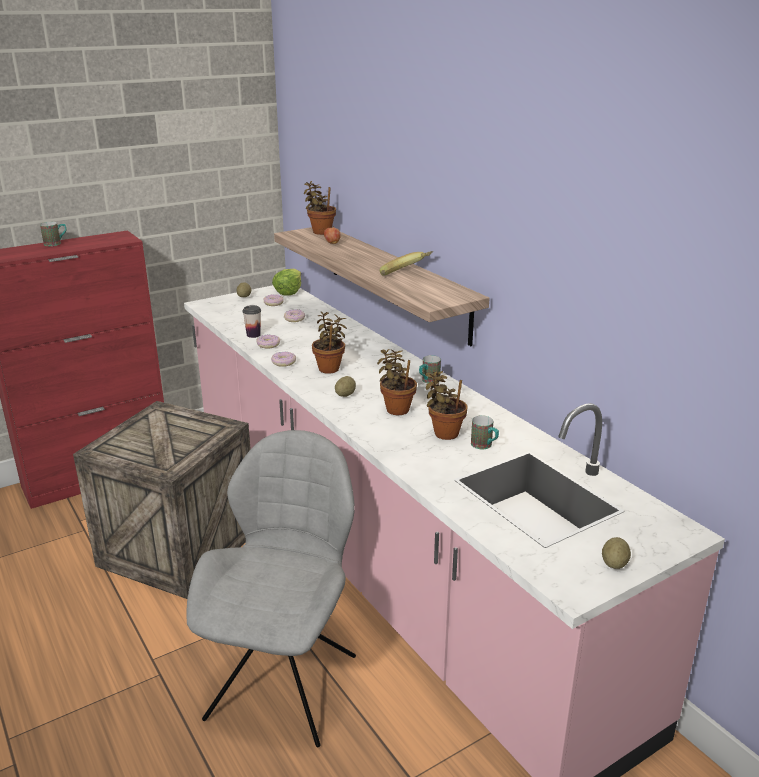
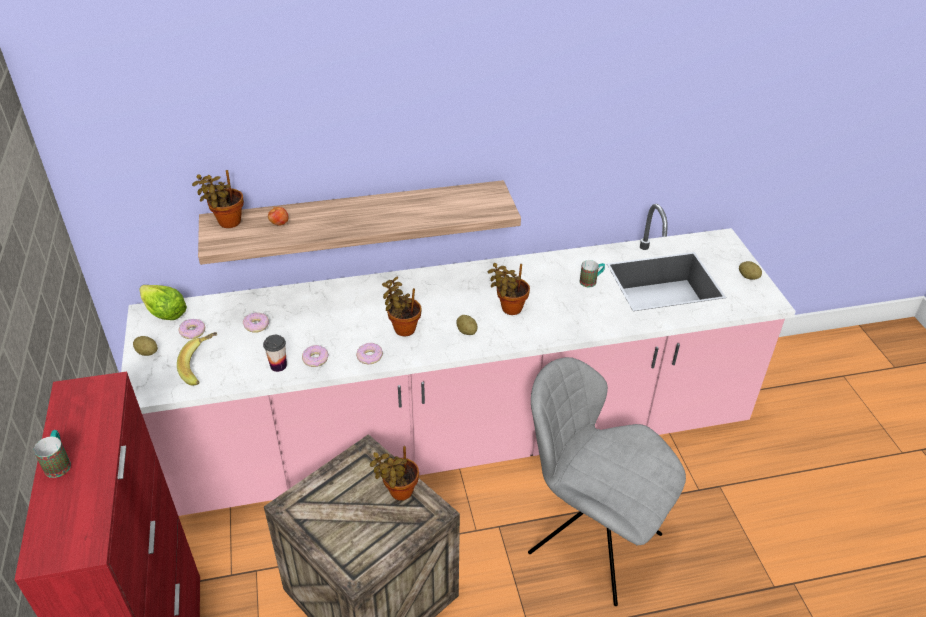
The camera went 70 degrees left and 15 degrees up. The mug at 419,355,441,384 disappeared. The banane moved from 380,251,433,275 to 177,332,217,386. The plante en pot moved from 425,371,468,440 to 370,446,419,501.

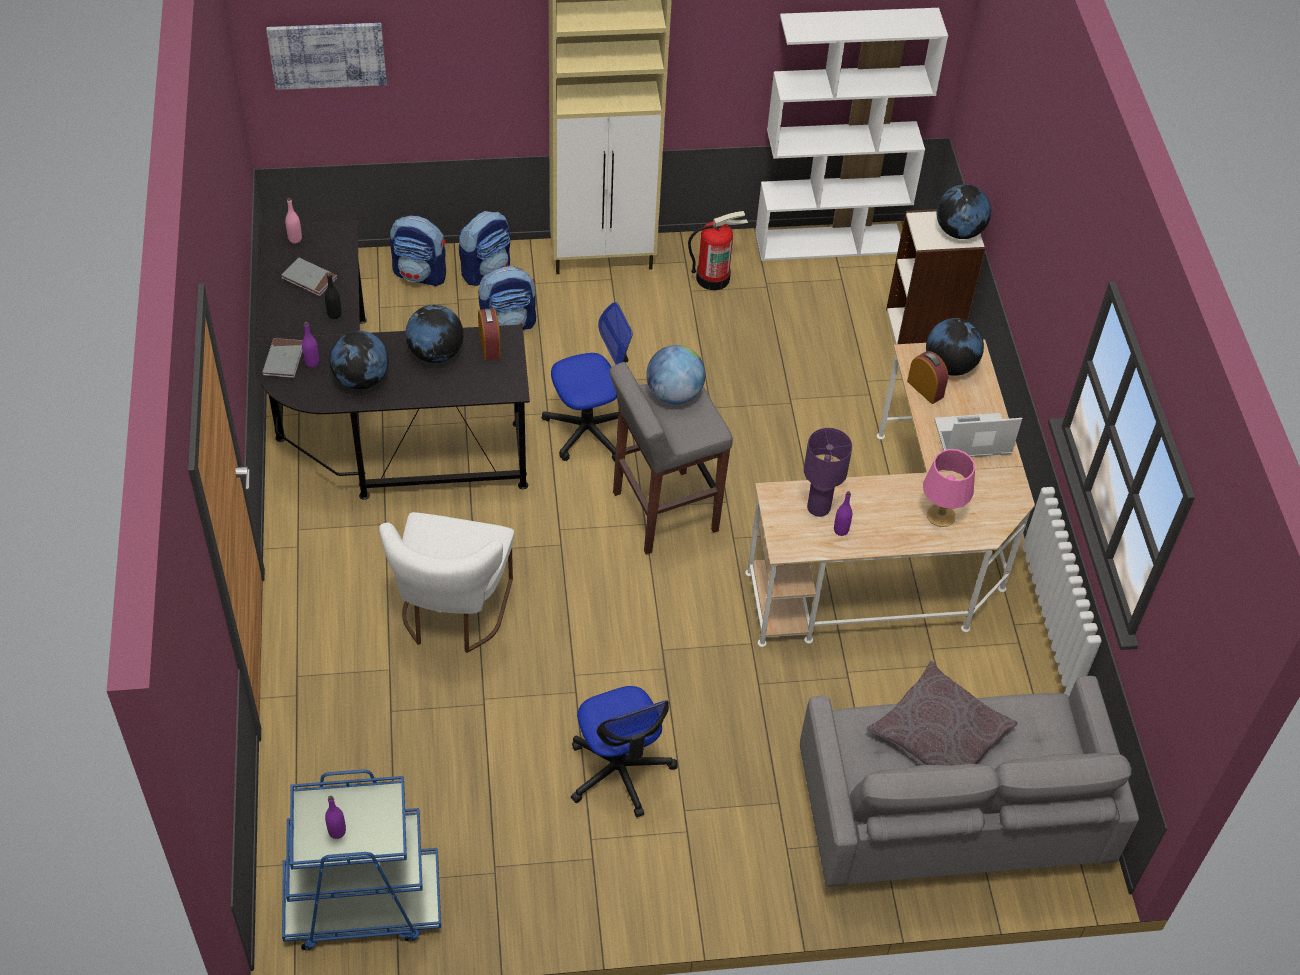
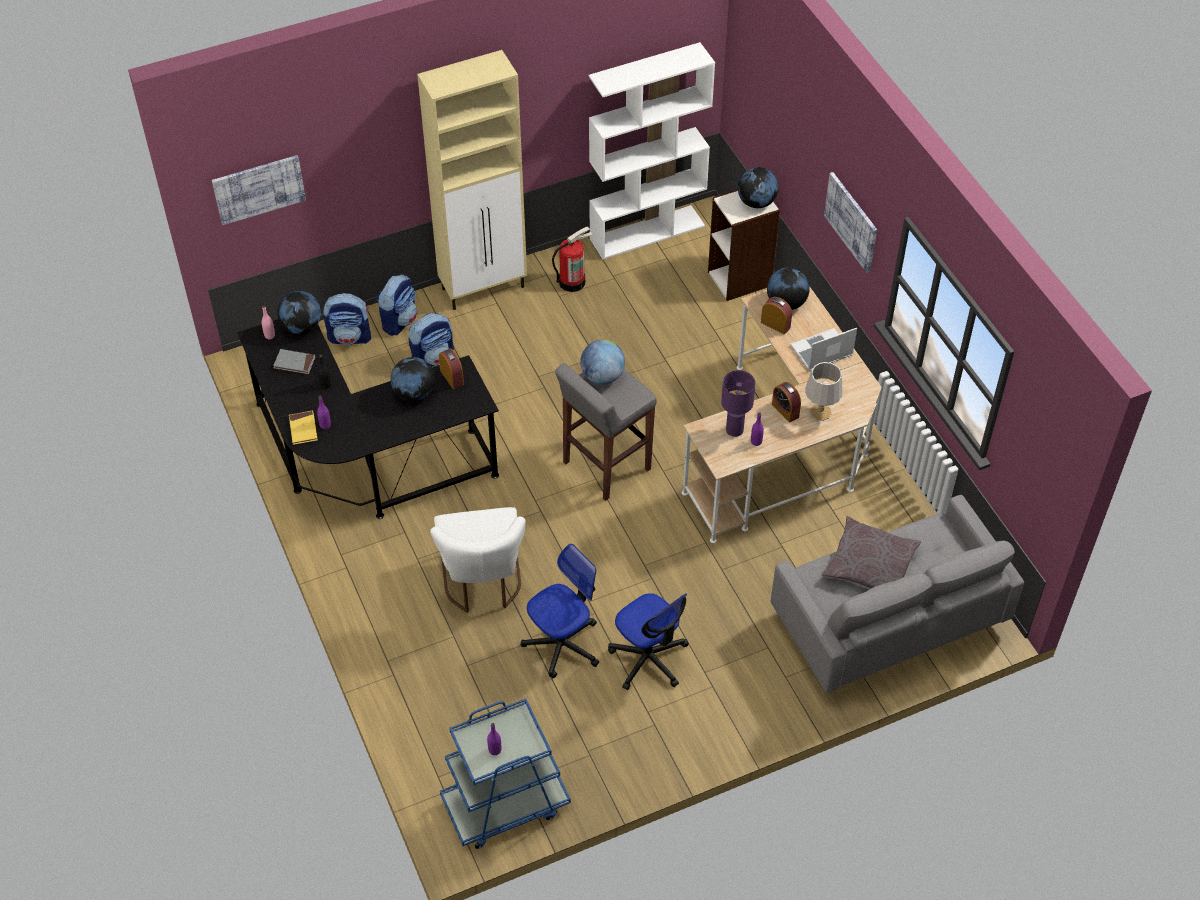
The camera went 15 degrees left and 0 degrees up. The réveil at 772,382,801,423 appeared. The tableau at 824,172,877,273 appeared. The globe moved from 329,331,389,389 to 277,291,321,334. The chaise de bureau moved from 542,302,633,462 to 520,544,599,678. The livre/gris at 262,338,303,378 became the livre/jaune at 289,410,318,445. The lampe de table/rose at 923,449,975,527 became the lampe de table/gris at 805,362,843,421.

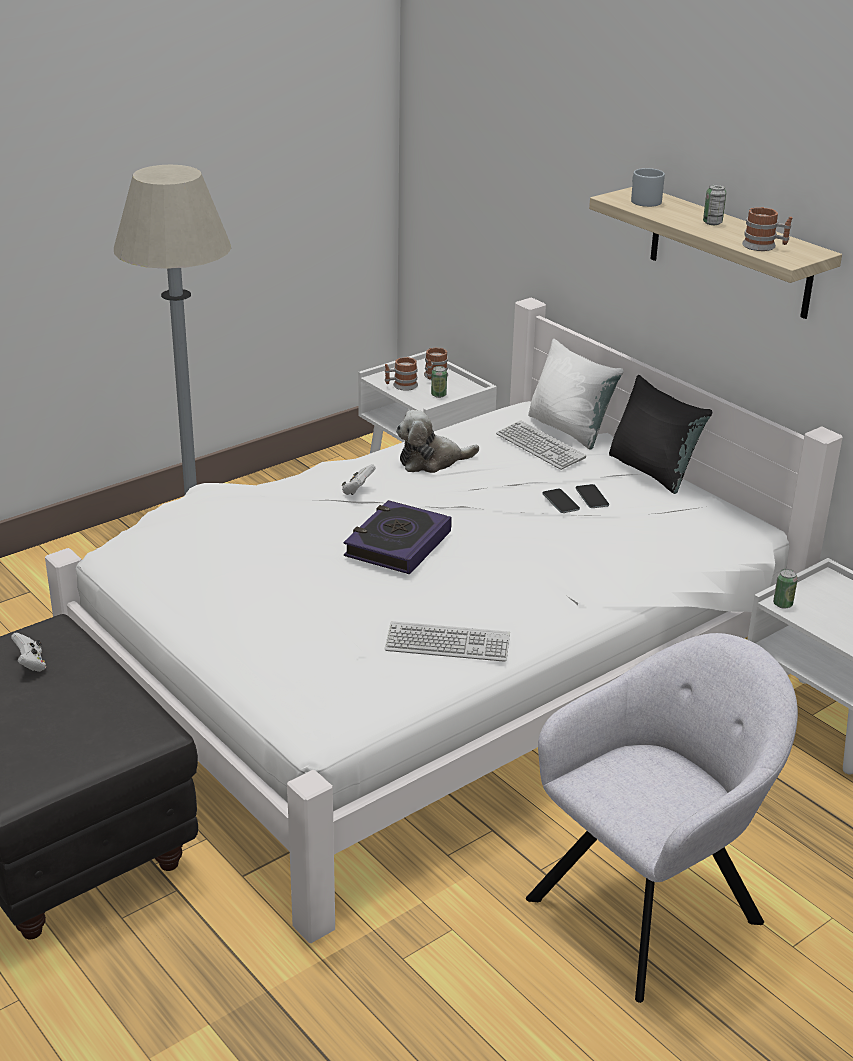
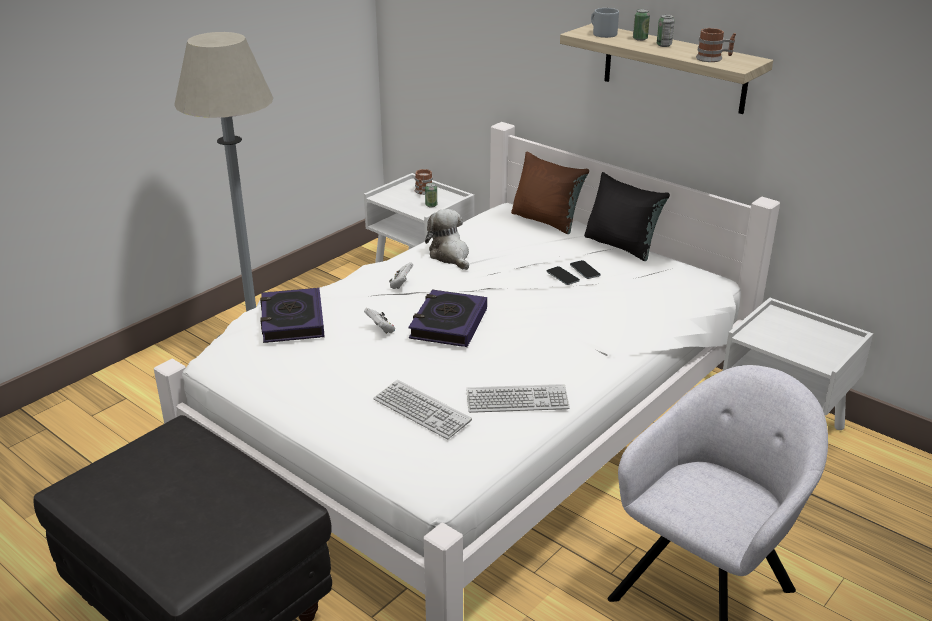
The camera went 10 degrees left and 0 degrees up. The mug at 385,357,418,391 disappeared. The livre at 260,288,325,343 appeared. The manette/blanc moved from 11,633,46,672 to 364,308,395,333. The clavier moved from 496,420,586,470 to 373,380,472,439. The boîte métallique moved from 773,569,798,609 to 633,9,650,41. The coussin/blanc at 528,339,624,450 became the coussin/marron at 511,151,589,234. The peluche at 396,410,479,473 turned 90 degrees clockwise.

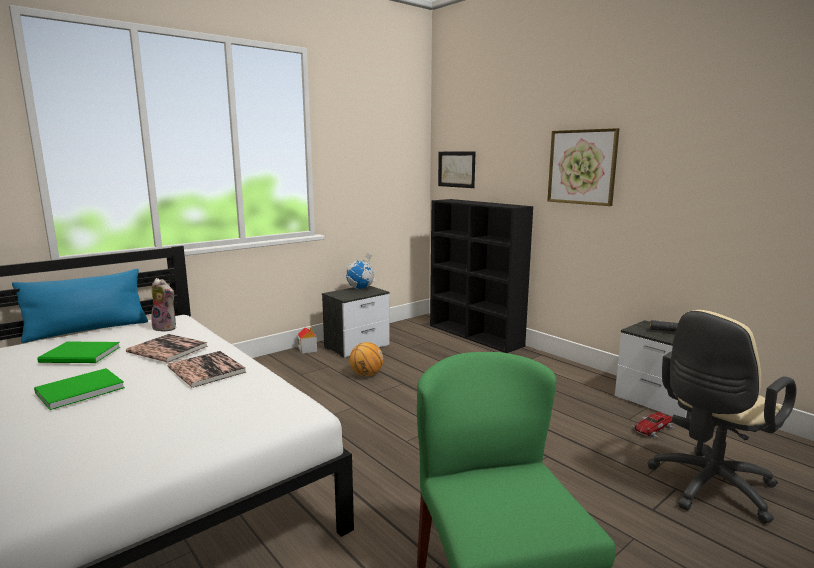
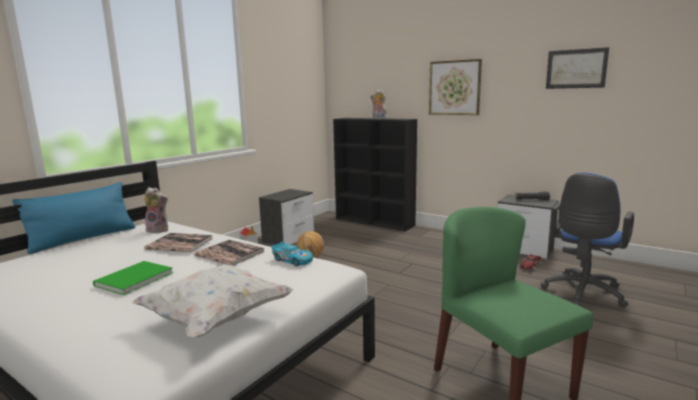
The camera went 15 degrees left and 0 degrees up. The livre/vert at 37,342,120,363 disappeared. The globe at 346,252,375,289 disappeared. The coussin/blanc at 132,265,294,337 appeared. The petite voiture at 271,241,313,266 appeared. The peluche at 371,89,387,119 appeared. The tableau moved from 438,151,476,188 to 546,47,609,89. The chaise de bureau/beige at 647,310,796,524 became the chaise de bureau/bleu at 540,173,634,308.

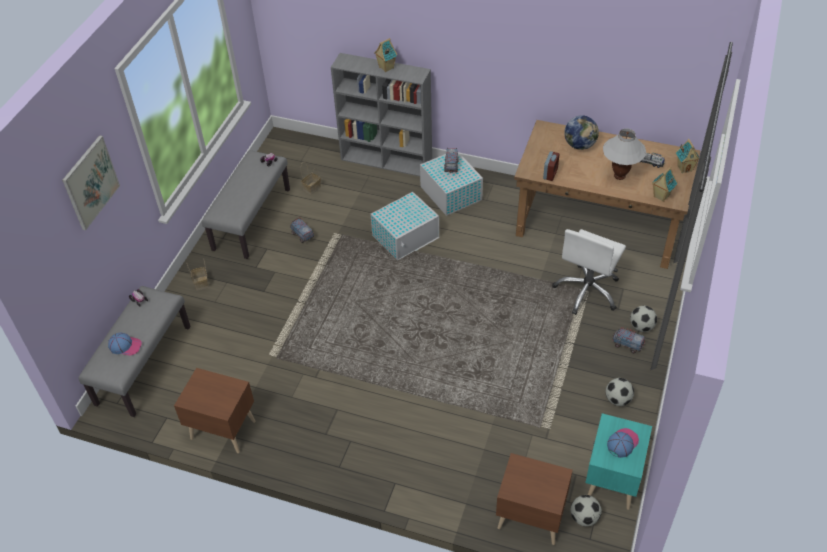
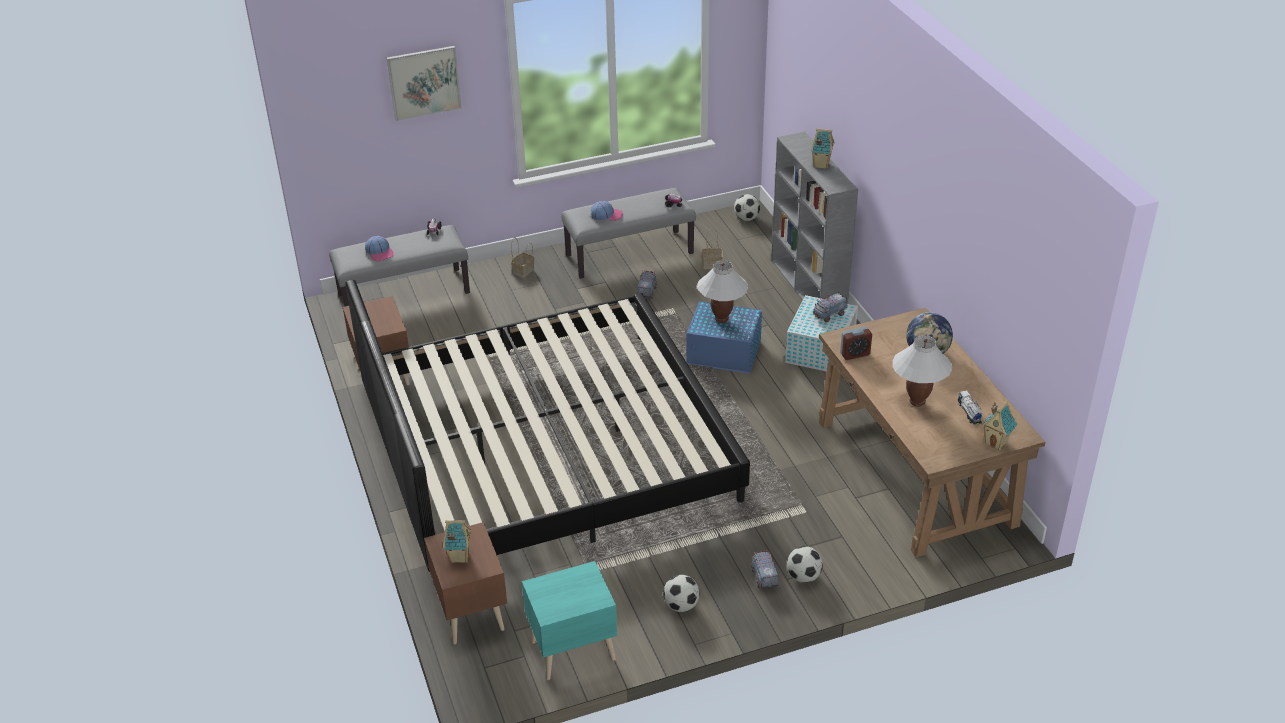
The camera went 50 degrees right and 10 degrees down. The chaise de bureau/blanc at 552,229,626,315 disappeared. The lit at 345,280,750,586 appeared. The lampe de table/blanc at 697,260,748,323 appeared. The ballon de foot moved from 570,495,602,527 to 734,194,760,221. The casquette moved from 607,428,639,458 to 591,201,623,221. The maison miniature moved from 652,167,678,202 to 443,520,472,563. The boîte de rangement/blanc at 370,192,439,261 became the boîte de rangement/bleu at 686,301,762,374.

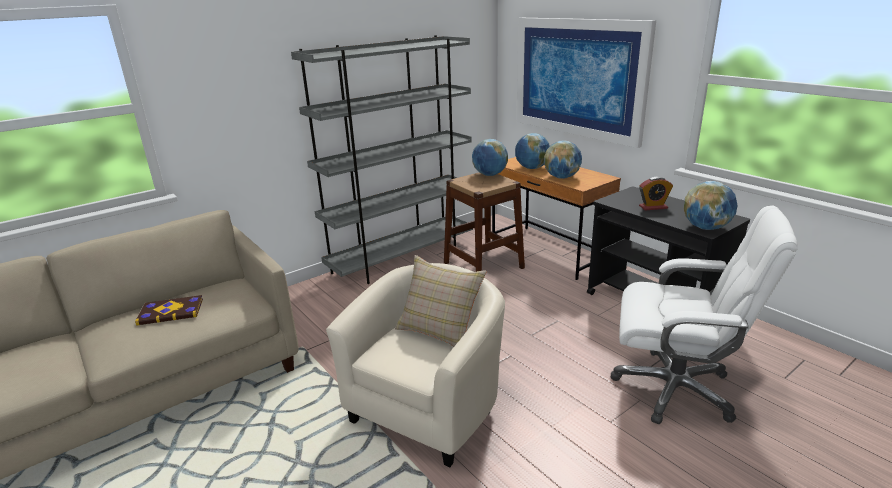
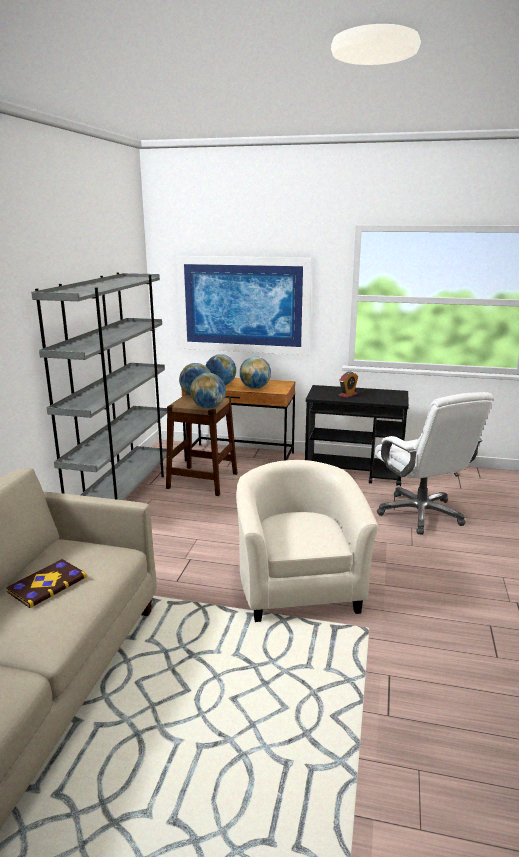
The camera went 40 degrees left and 5 degrees down. The coussin/beige at 395,255,487,347 disappeared. The globe moved from 684,181,738,230 to 190,373,226,409. The chaise de bureau/blanc at 611,206,798,424 turned 90 degrees clockwise.

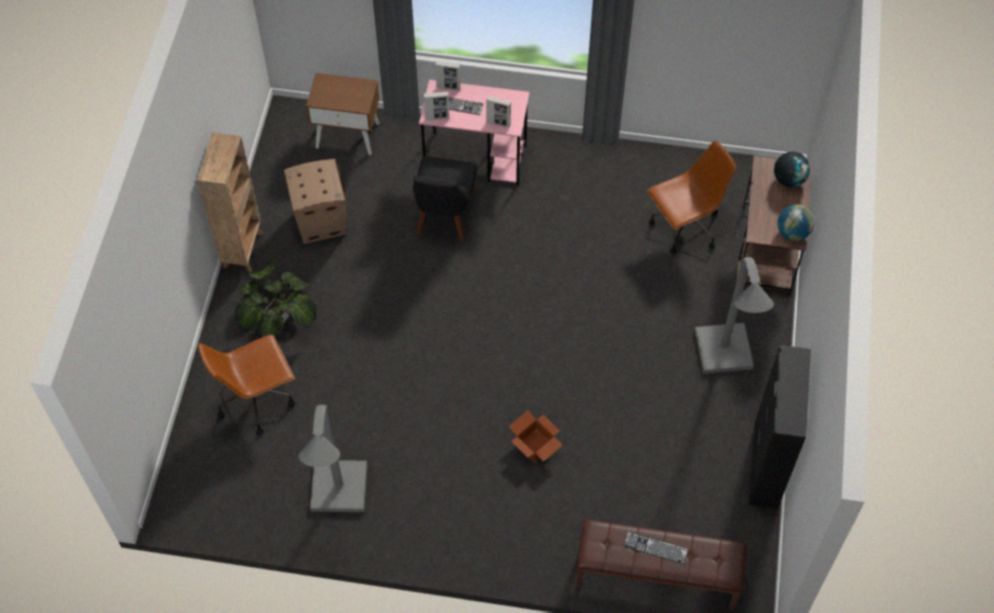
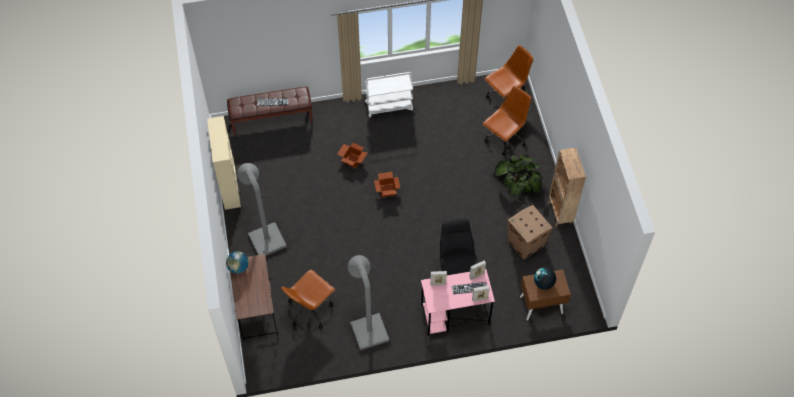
The camera went 160 degrees right and 0 degrees up. The chariot/blanc at 364,72,413,118 appeared. The carton at 374,172,400,197 appeared. The chaise de bureau/marron at 484,45,534,101 appeared. The lampadaire/gris moved from 299,405,367,512 to 348,255,389,350. The globe moved from 774,152,810,187 to 534,267,556,290. The meuble de rangement/noir at 749,345,811,509 became the meuble de rangement/beige at 207,116,241,210.

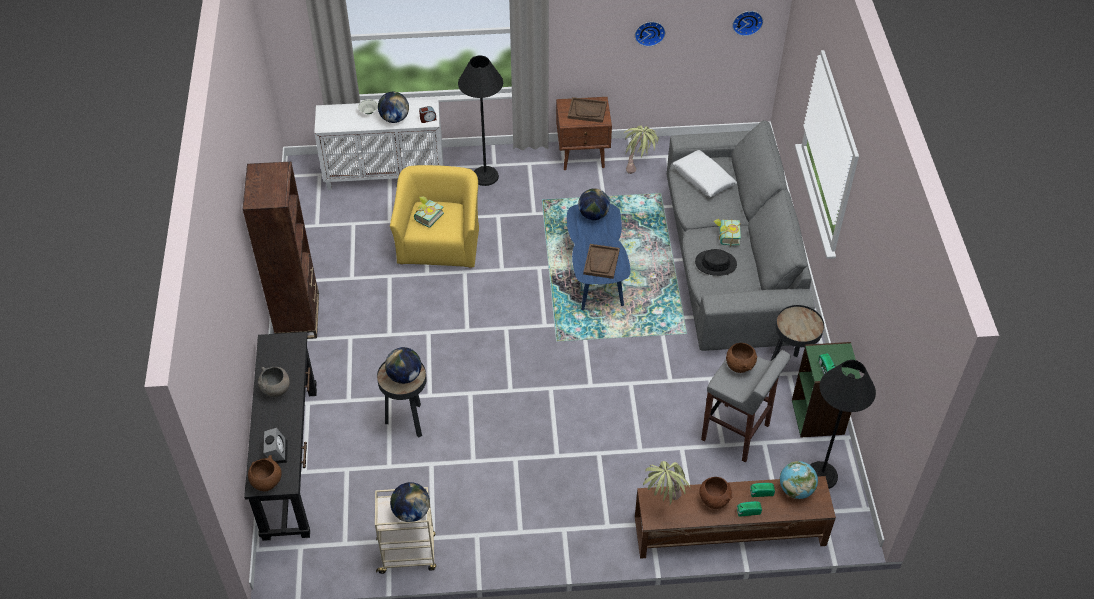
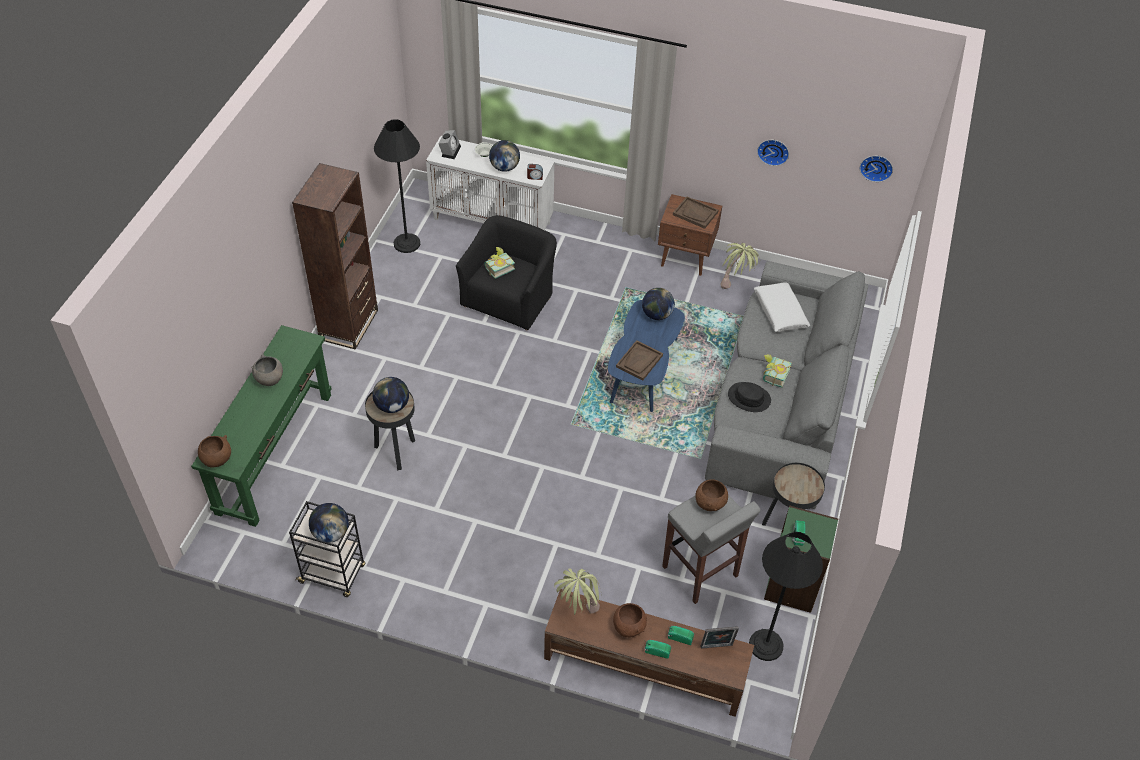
The camera went 20 degrees right and 0 degrees up. The réveil moved from 264,428,288,463 to 438,130,461,159. The lampadaire/noir moved from 458,55,503,186 to 374,119,420,253. The globe at 780,461,818,499 was replaced by the cadre photo at 701,626,739,649. The table console/noir at 244,332,317,541 became the table console/vert at 191,325,332,527. The chariot/beige at 375,487,436,574 became the chariot/noir at 289,501,366,597. The fauteuil/jaune at 390,165,479,268 became the fauteuil/noir at 456,215,557,330.

